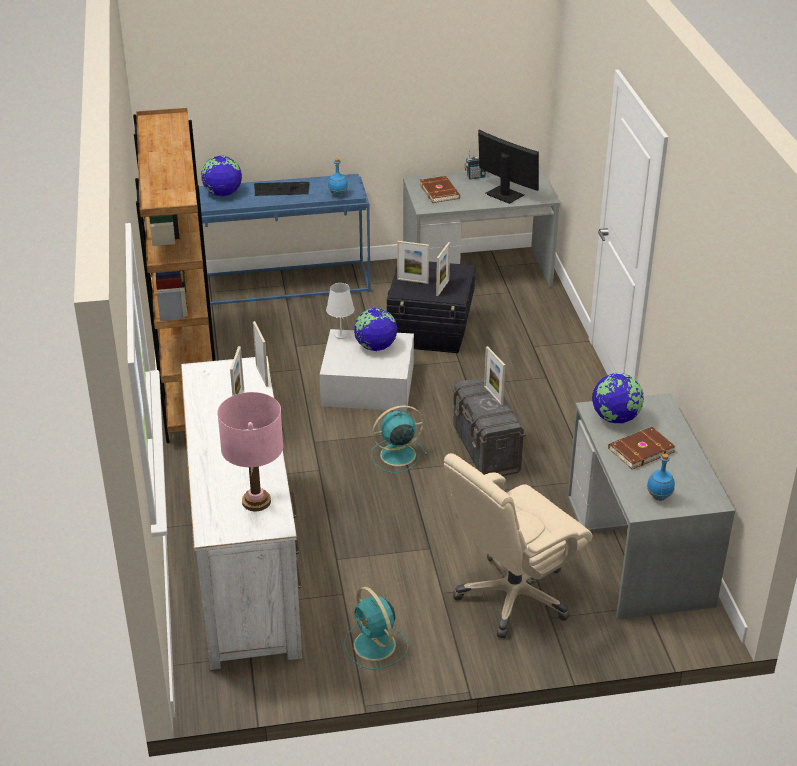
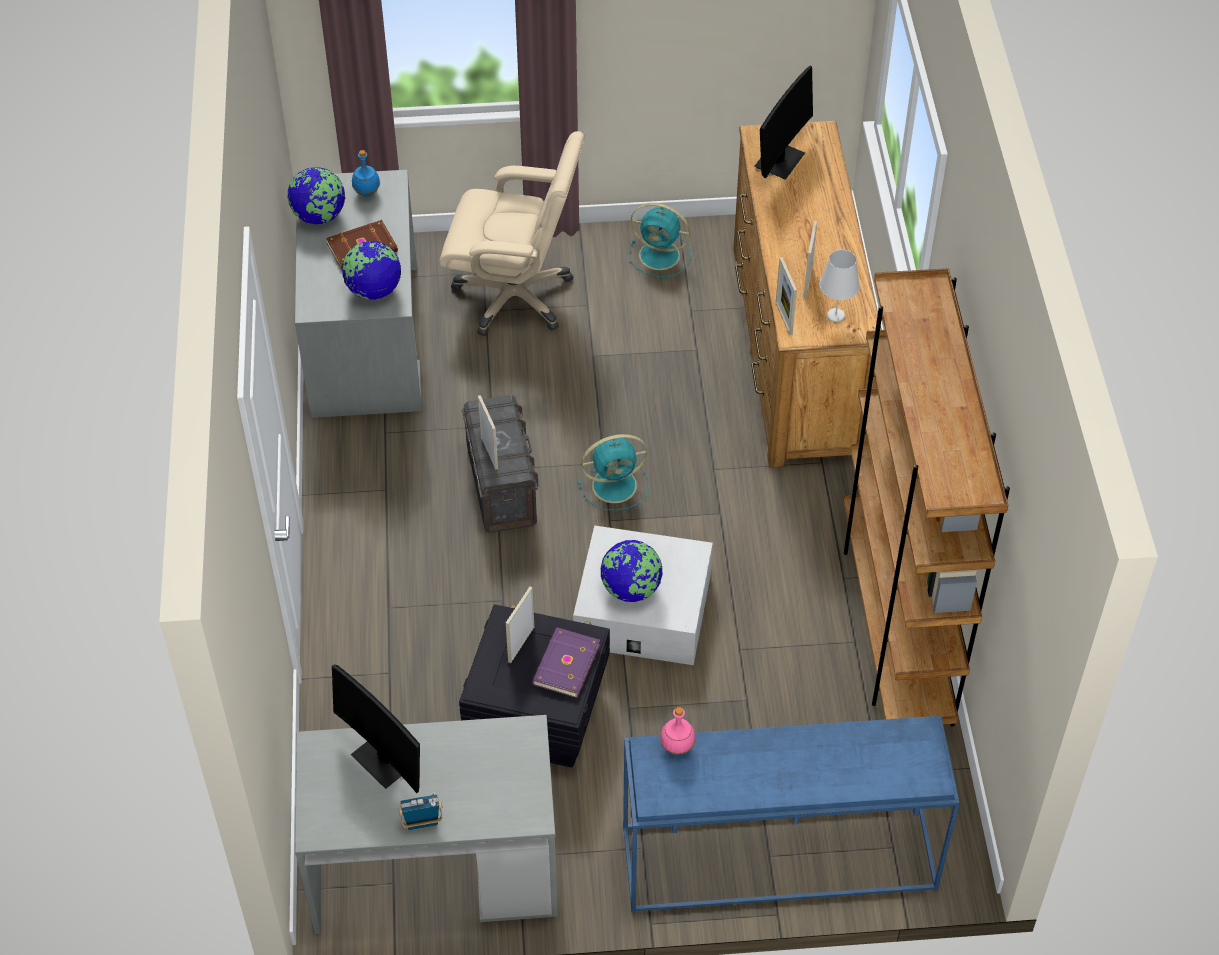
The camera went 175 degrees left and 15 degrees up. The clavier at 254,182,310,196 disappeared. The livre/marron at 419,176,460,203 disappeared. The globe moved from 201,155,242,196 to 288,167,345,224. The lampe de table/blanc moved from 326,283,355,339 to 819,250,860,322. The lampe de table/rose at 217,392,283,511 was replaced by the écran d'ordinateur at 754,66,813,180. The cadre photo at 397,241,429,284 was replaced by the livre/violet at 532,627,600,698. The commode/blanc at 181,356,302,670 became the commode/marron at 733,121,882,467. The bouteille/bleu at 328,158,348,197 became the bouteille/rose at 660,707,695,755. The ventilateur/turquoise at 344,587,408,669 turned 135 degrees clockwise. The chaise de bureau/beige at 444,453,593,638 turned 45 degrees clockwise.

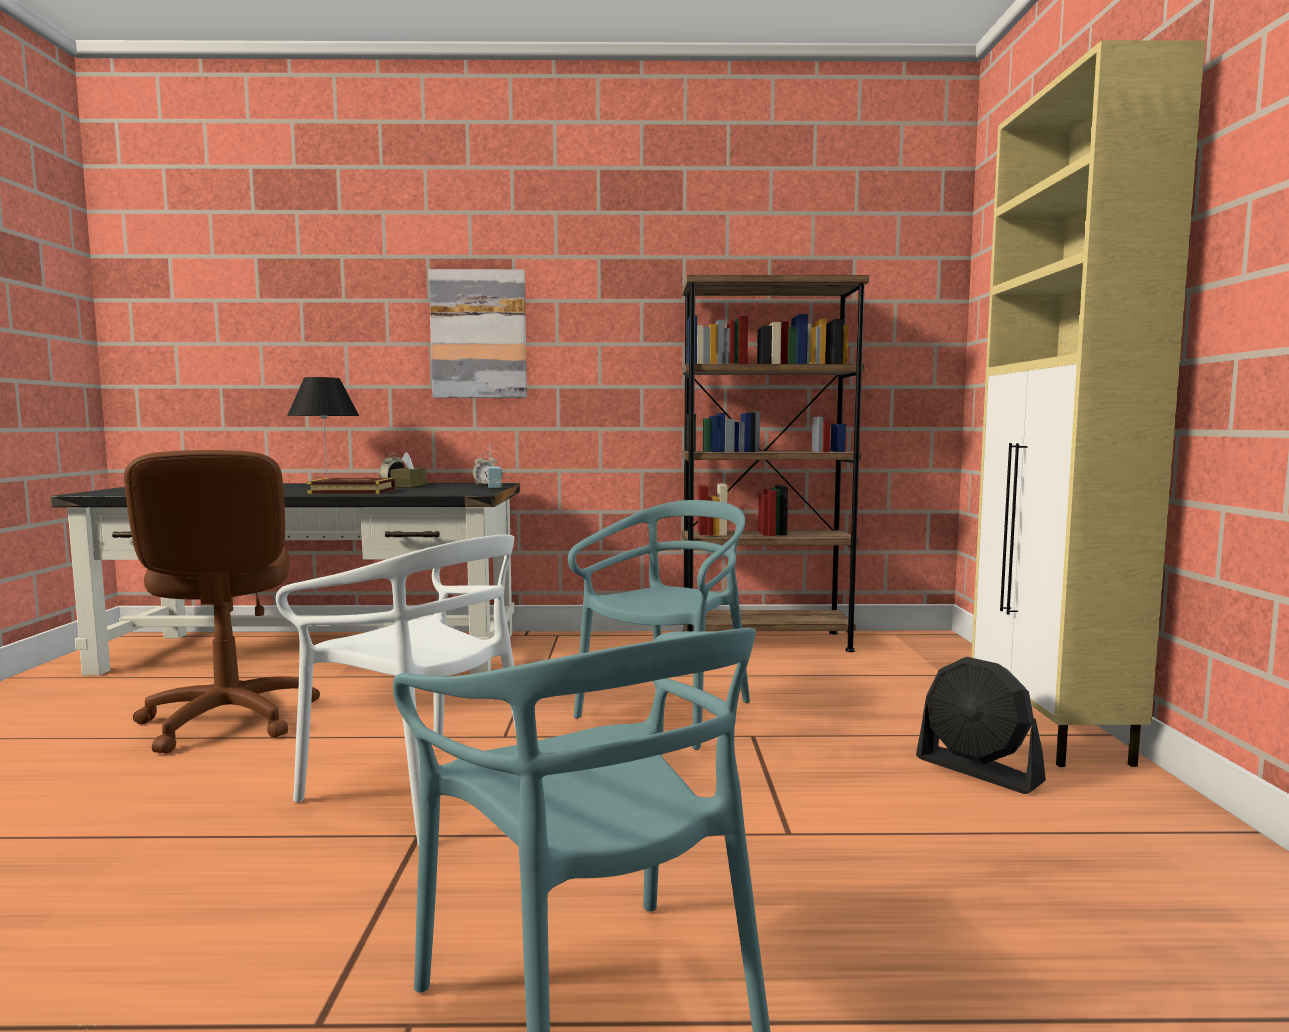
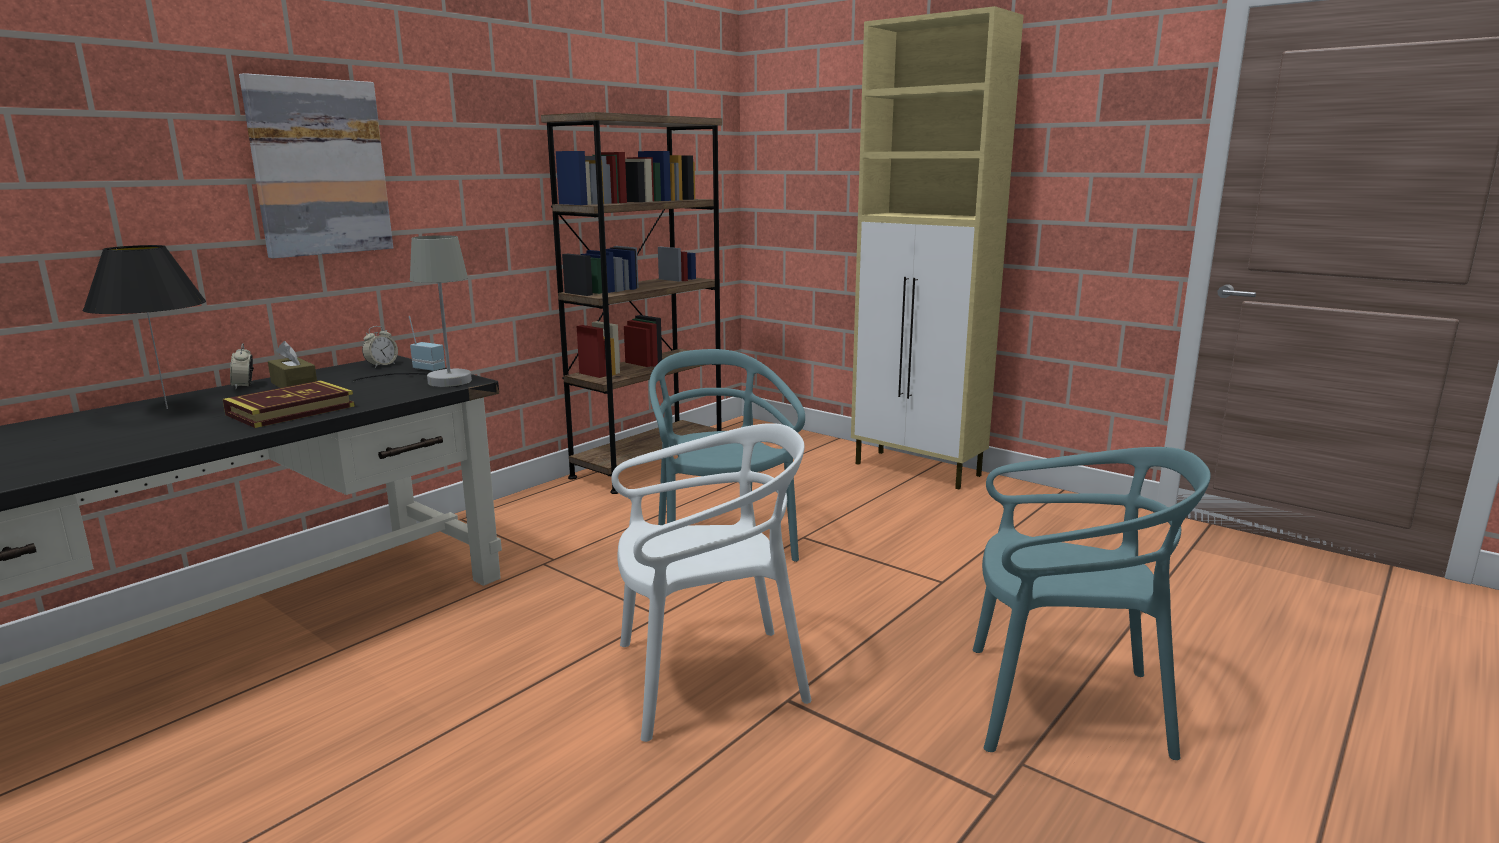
The camera went 50 degrees left and 10 degrees up. The chaise de bureau/marron at 124,450,320,753 disappeared. The ventilateur/noir at 916,657,1046,794 disappeared. The lampe de table/gris at 353,235,472,387 appeared.

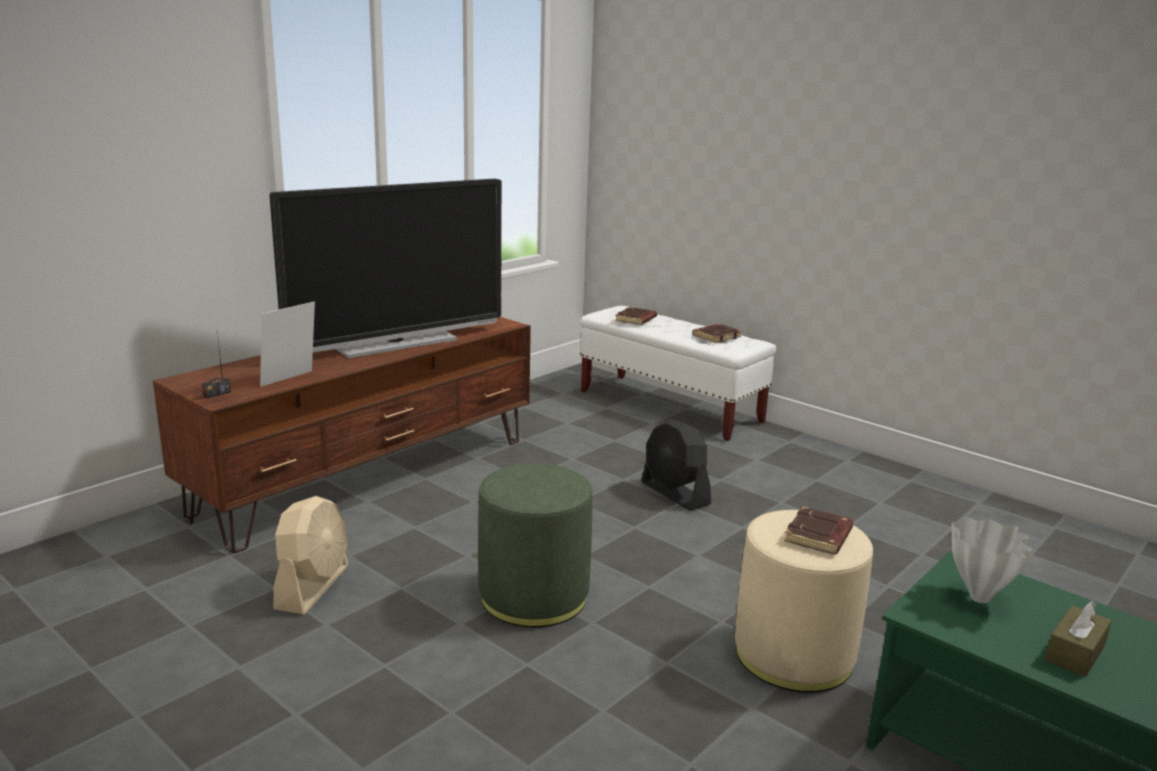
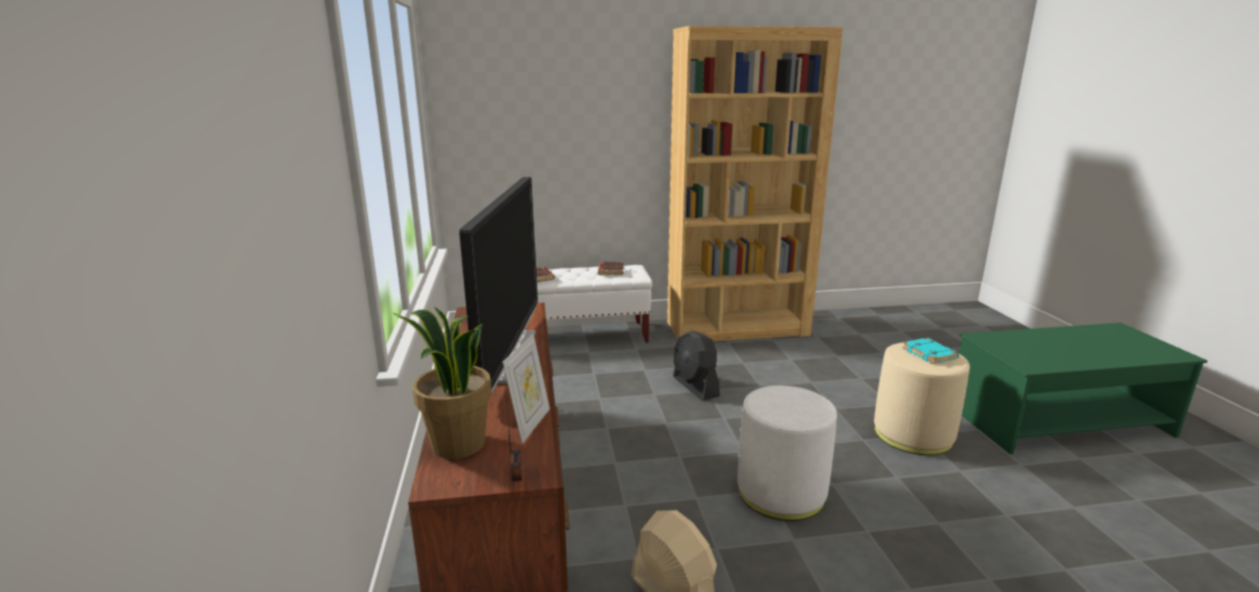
The camera went 50 degrees left and 0 degrees up. The vase/blanc at 952,517,1032,603 disappeared. The boîte à mouchoirs/marron at 1045,600,1112,677 disappeared. The plante en pot at 393,307,492,459 appeared. The bibliothèque/marron at 667,26,843,341 appeared. The pouf/vert at 478,464,592,627 became the pouf/blanc at 737,386,837,521. The livre/marron at 784,506,854,554 became the livre/turquoise at 903,338,959,364. The cadre photo at 260,301,315,387 turned 150 degrees counterclockwise. The ventilateur/noir at 641,419,711,511 turned 60 degrees clockwise.

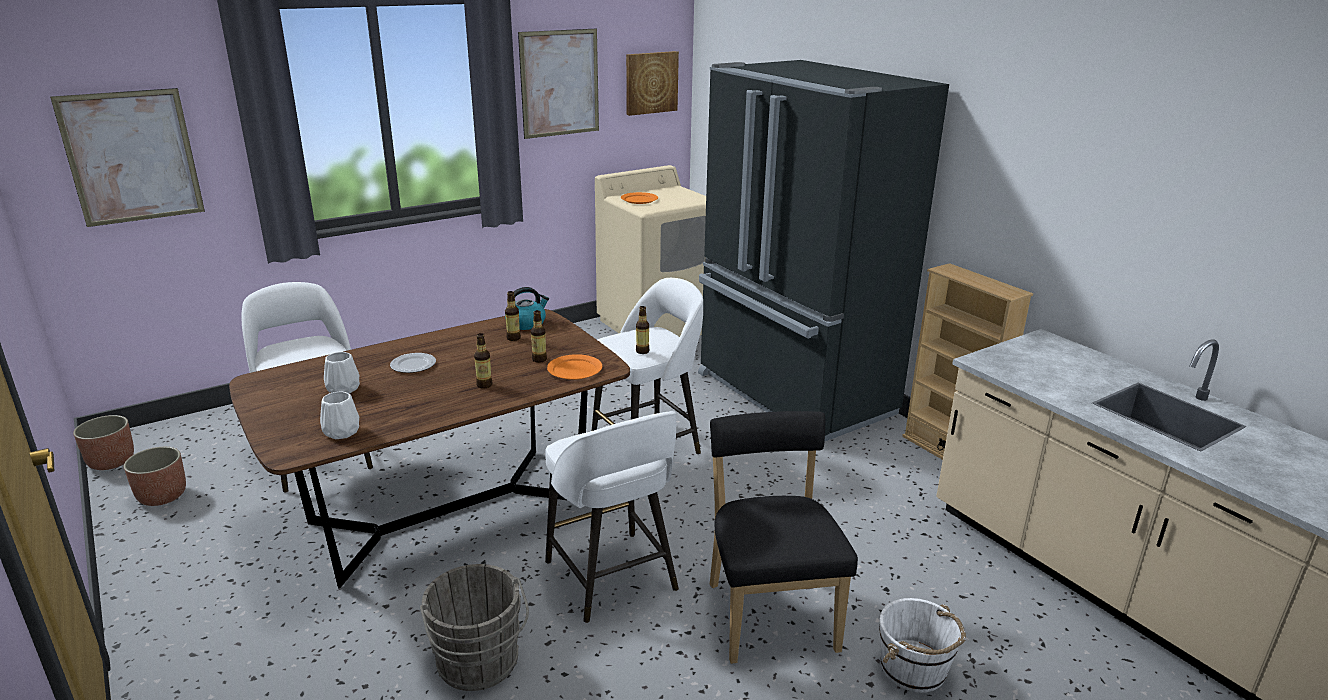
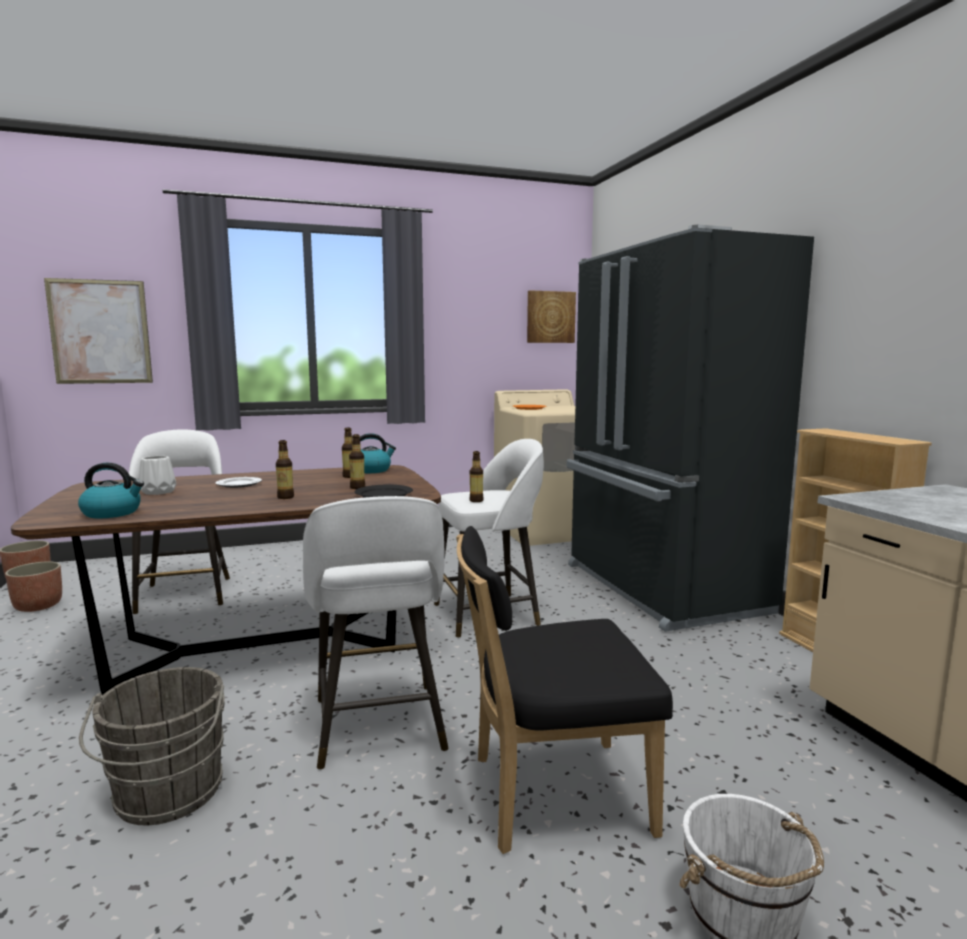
The camera went 15 degrees right and 15 degrees down. The tableau at 518,29,599,139 disappeared. The vase/blanc at 320,391,359,439 was replaced by the bouilloire at 78,463,144,519. The assiette/orange at 547,354,602,380 became the assiette/noir at 355,485,413,498. The chaise/noir at 710,411,858,664 turned 105 degrees counterclockwise.

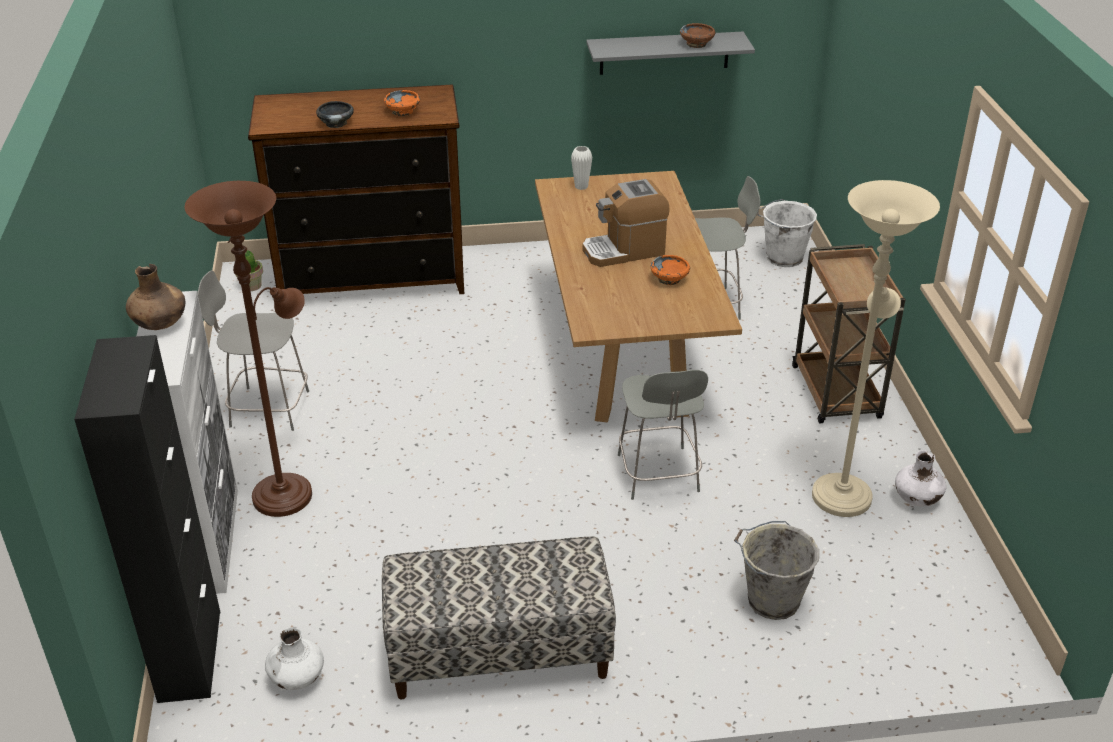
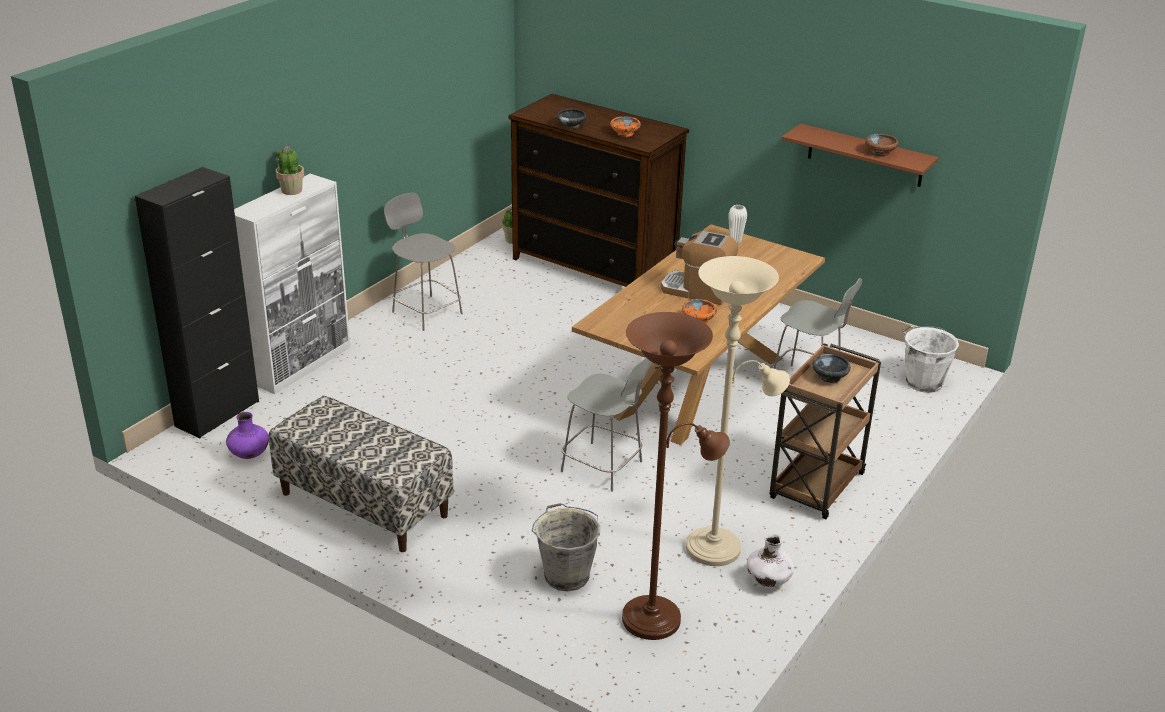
The camera went 40 degrees right and 5 degrees down. The bol/noir at 813,354,851,383 appeared. The lampadaire/marron moved from 185,181,312,517 to 622,312,730,640. The vase/marron at 126,264,185,330 was replaced by the plante en pot at 276,146,304,195. The vase/blanc at 265,627,324,690 became the vase/violet at 226,412,269,459. The étagère/gris at 586,32,755,75 became the étagère/marron at 781,123,939,187. The chaise/gris at 618,370,708,500 turned 90 degrees counterclockwise.

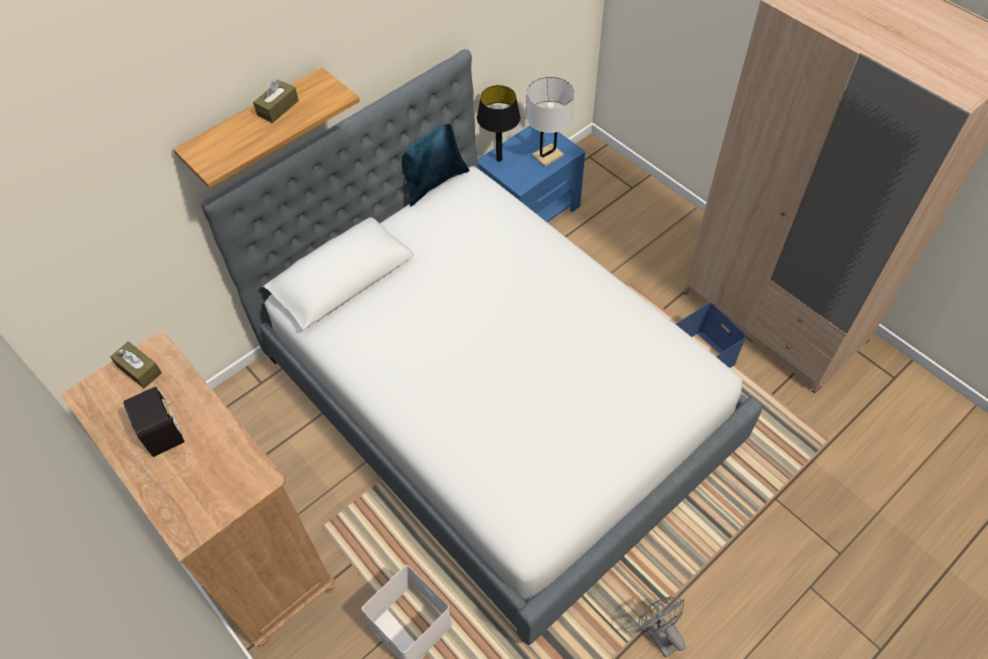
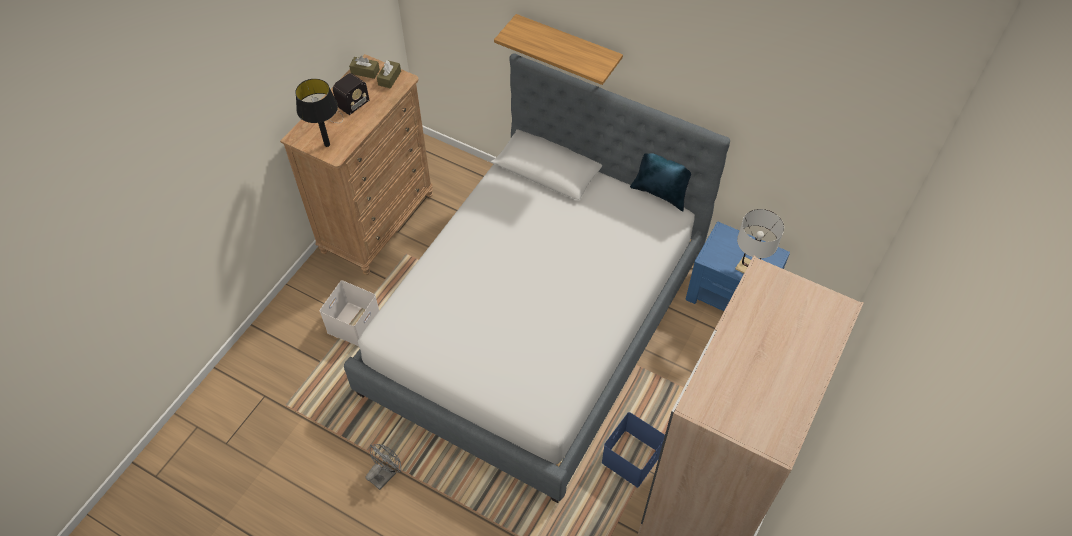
The camera went 70 degrees right and 0 degrees up. The boîte à mouchoirs/marron moved from 253,79,299,123 to 349,56,380,79. The lampe de table/noir moved from 477,85,520,162 to 295,79,338,147.

